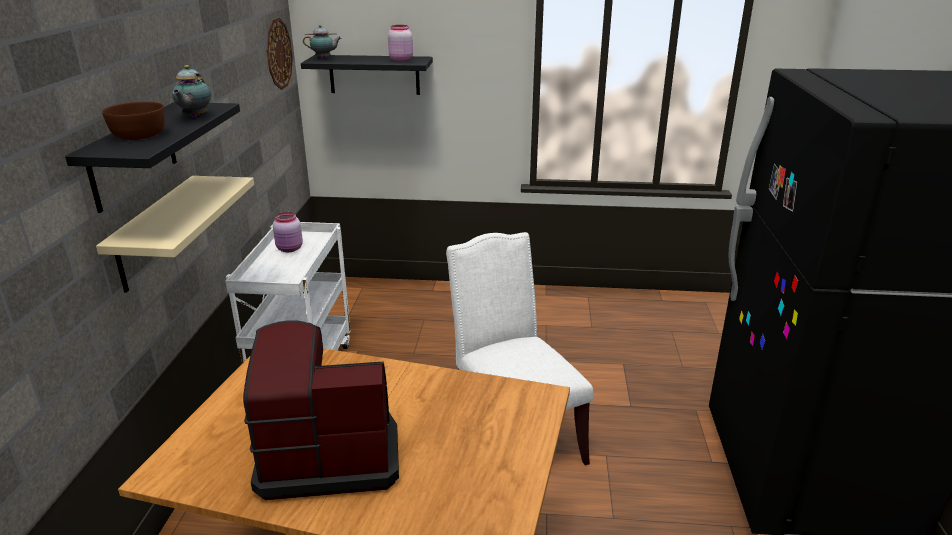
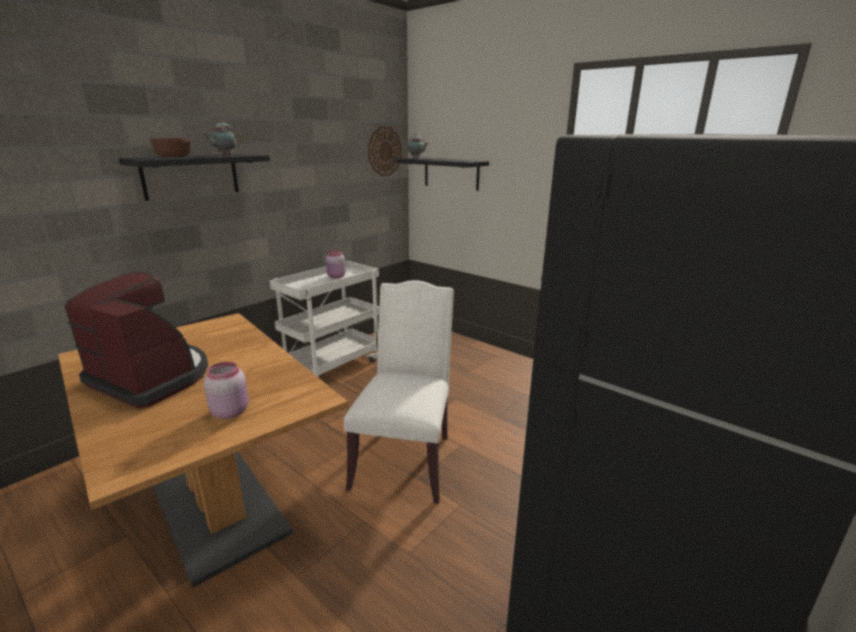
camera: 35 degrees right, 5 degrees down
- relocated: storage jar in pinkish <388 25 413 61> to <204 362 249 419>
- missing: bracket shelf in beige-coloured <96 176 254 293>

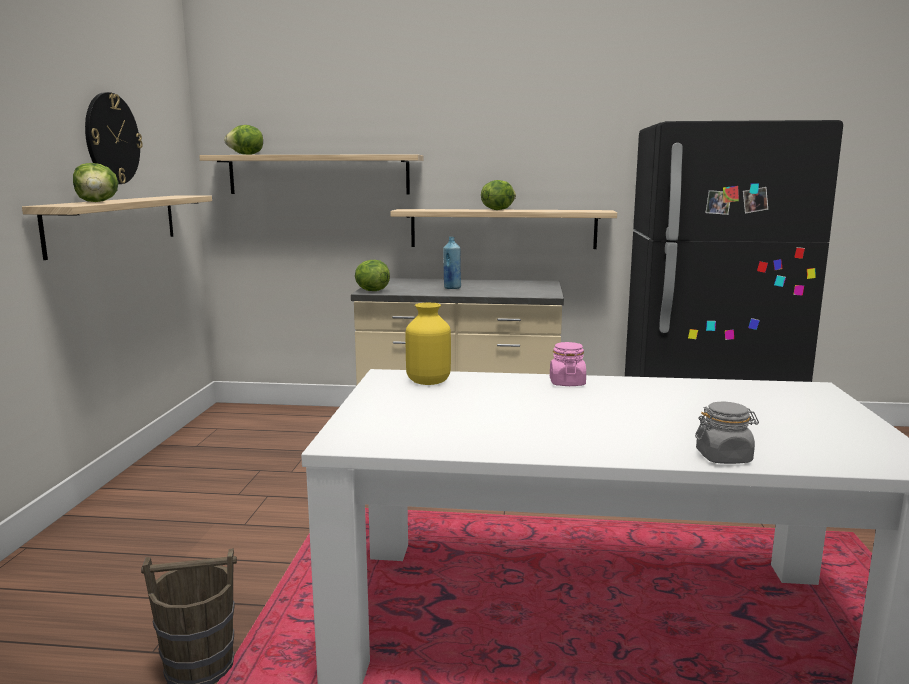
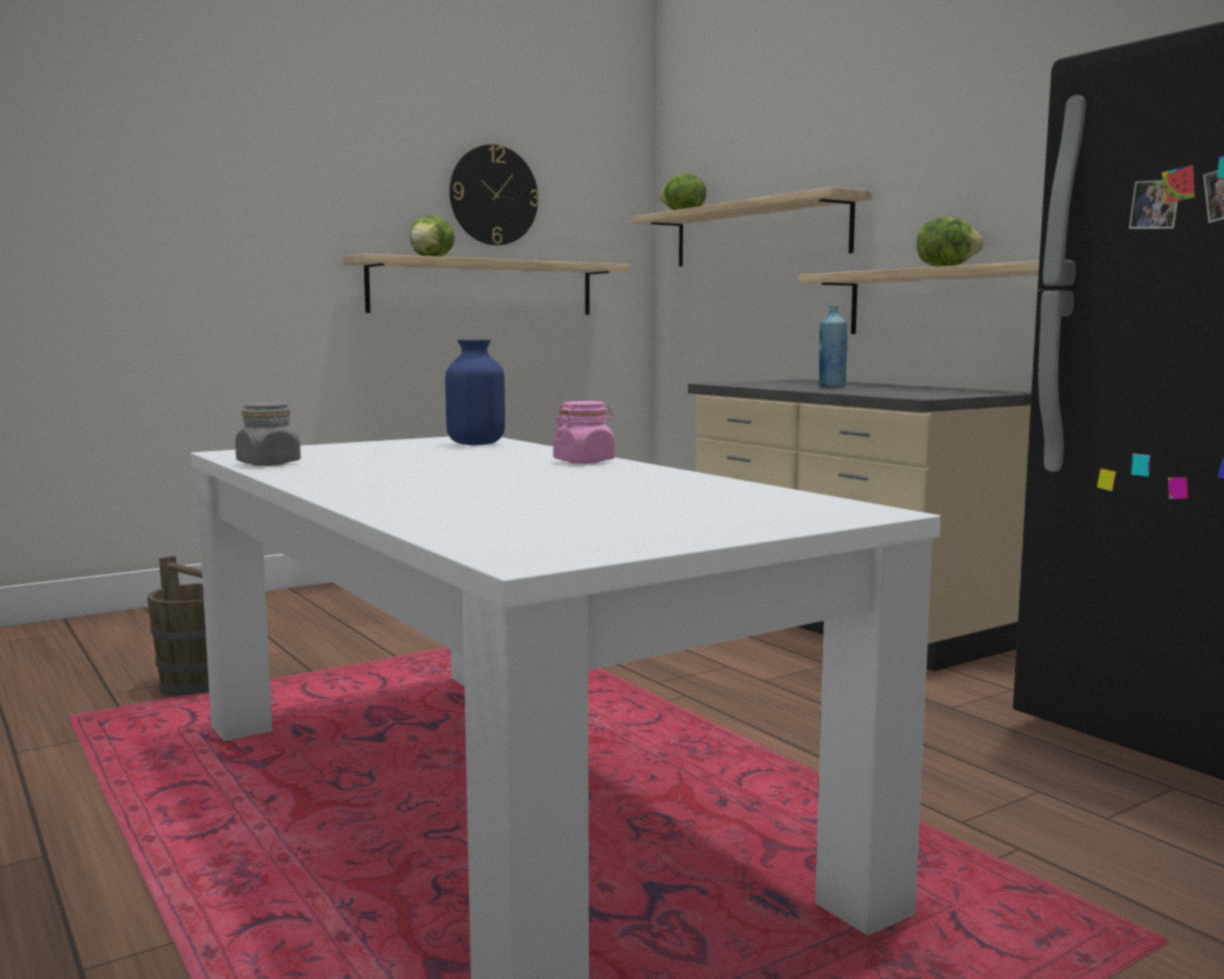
camera: 50 degrees right, 5 degrees down
- relocated: storage jar in gray <695 402 759 464> to <235 402 301 466>
- colour: vase in yellow <406 303 451 385> to vase in bluish <445 340 505 445>
- missing: head of lettuce <355 260 390 291>

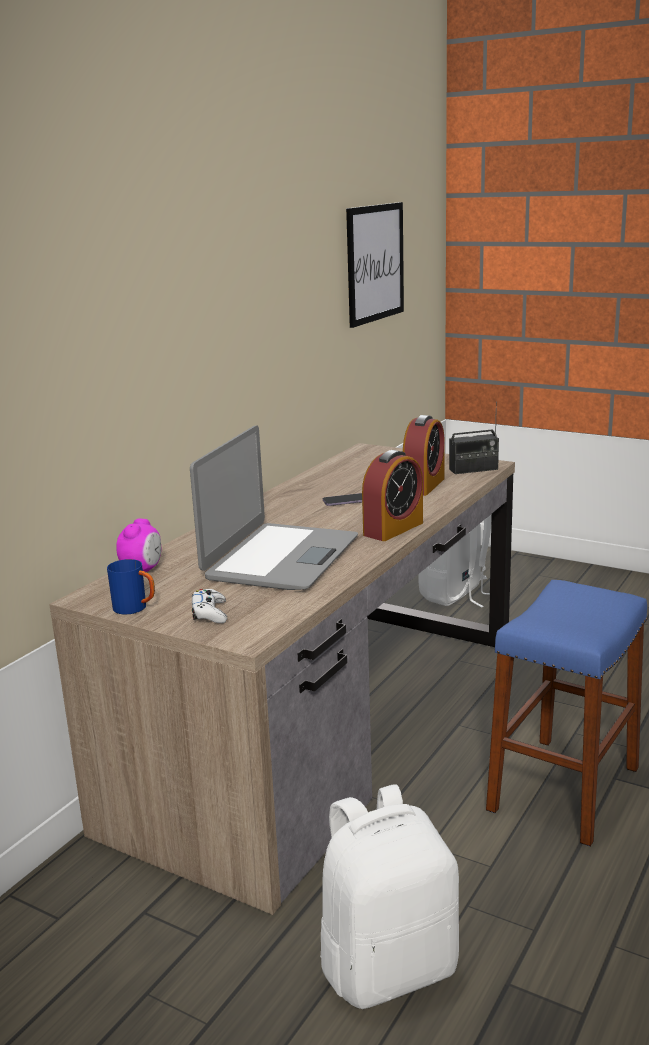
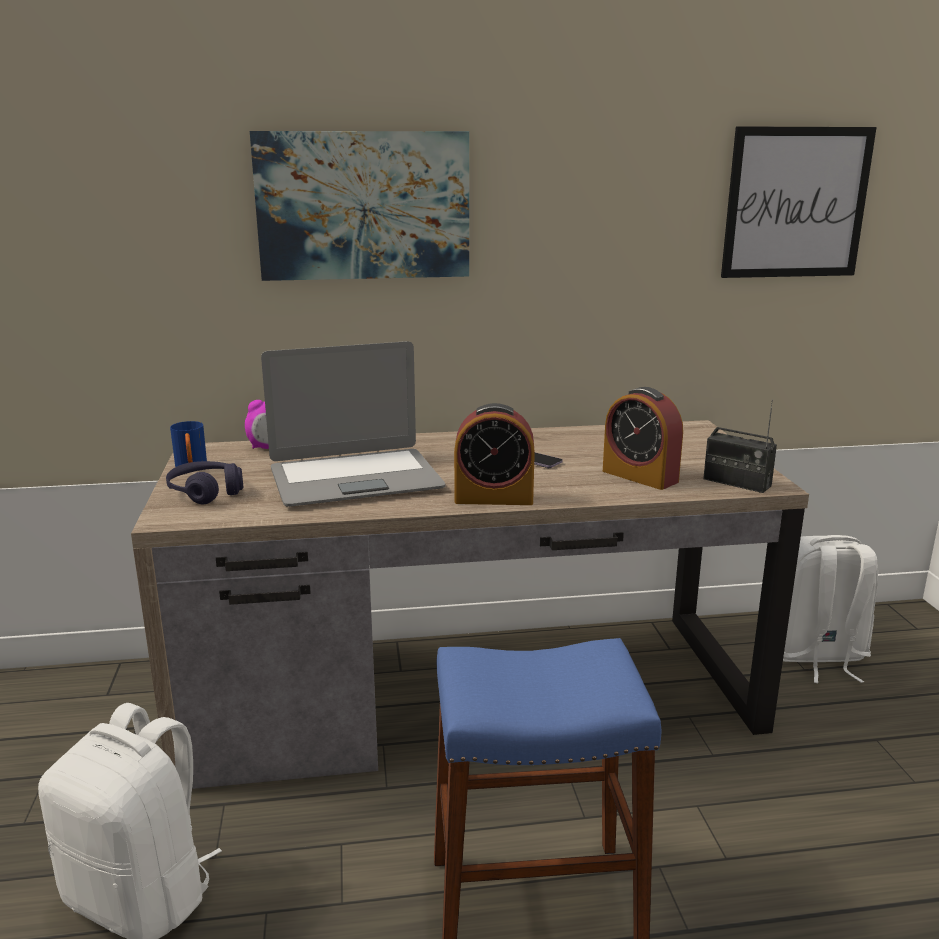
camera: 50 degrees right, 0 degrees up
- exchanged: gamepad in whitish <192 589 227 623> to headphones in purple-coloured <166 461 243 504>
- appeared: picture <250 131 469 281>
- spun: alarm clock <403 415 445 496> = <603 387 683 490> 60 degrees clockwise

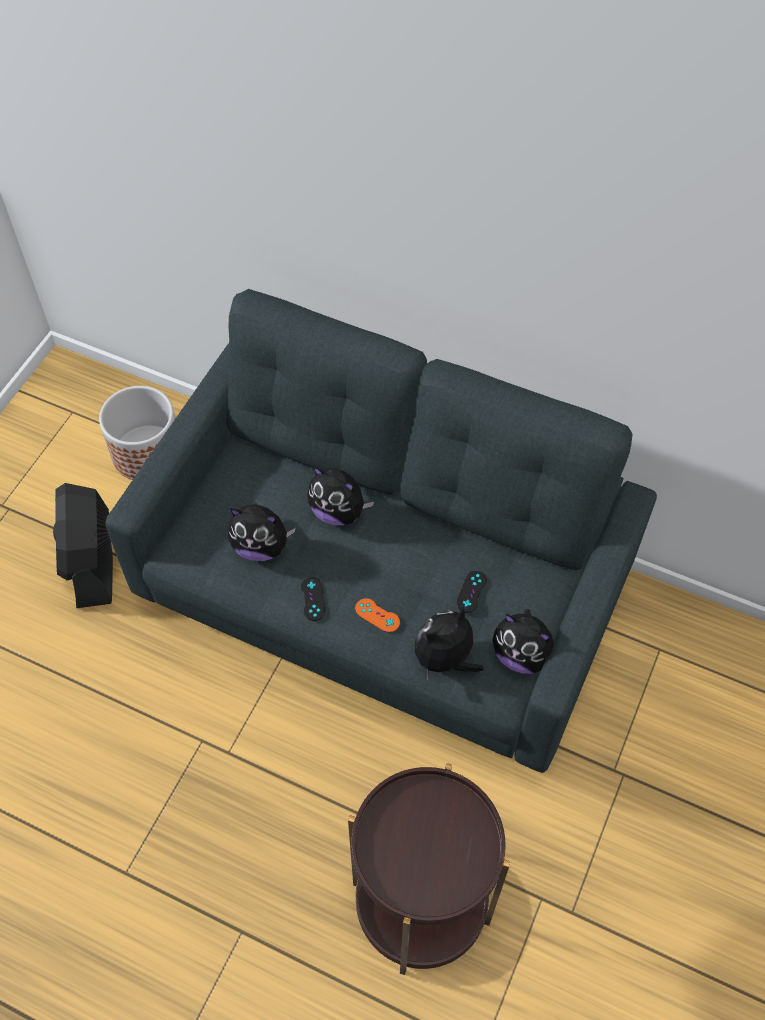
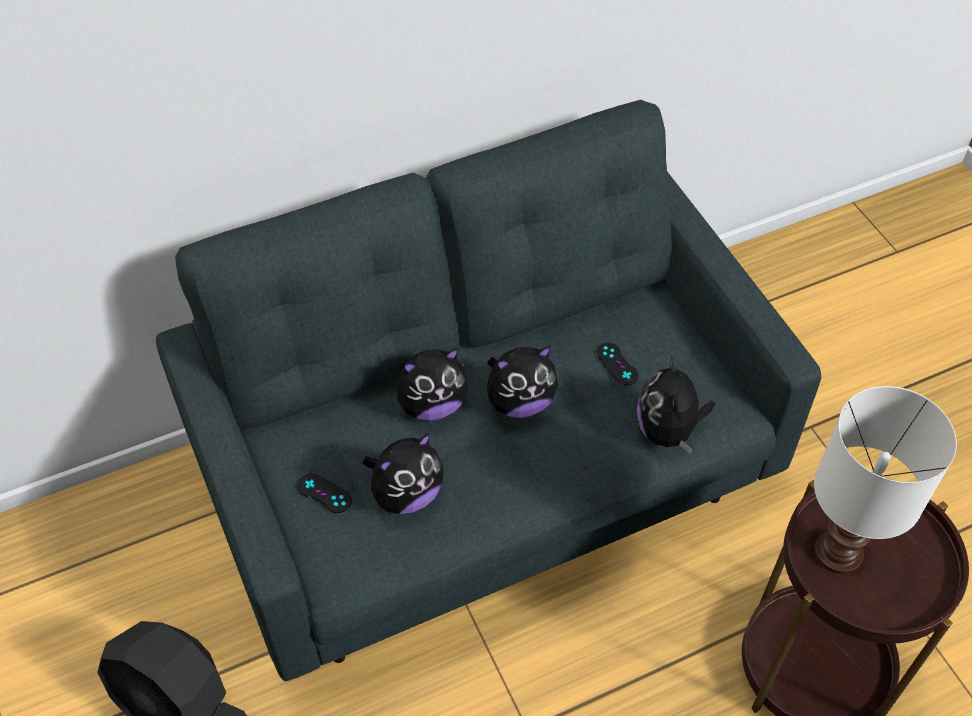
camera: 50 degrees left, 5 degrees down
- relocated: gamepad in black <301 577 325 621> to <297 473 352 513>
- relocated: plush toy <492 609 554 674> to <487 346 558 418>
- appeared: lamp for a table in whitish <814 386 957 574>
- missing: plant pot <99 386 175 480>
- missing: gamepad in orangey <355 598 400 632>

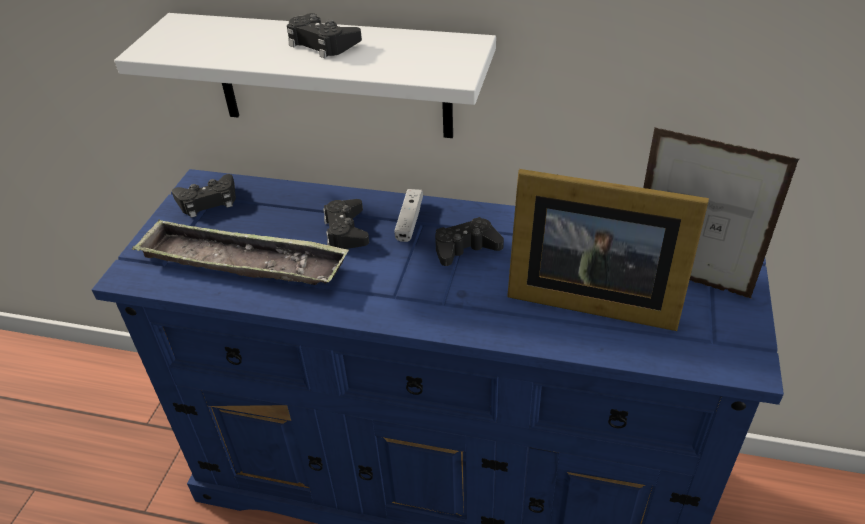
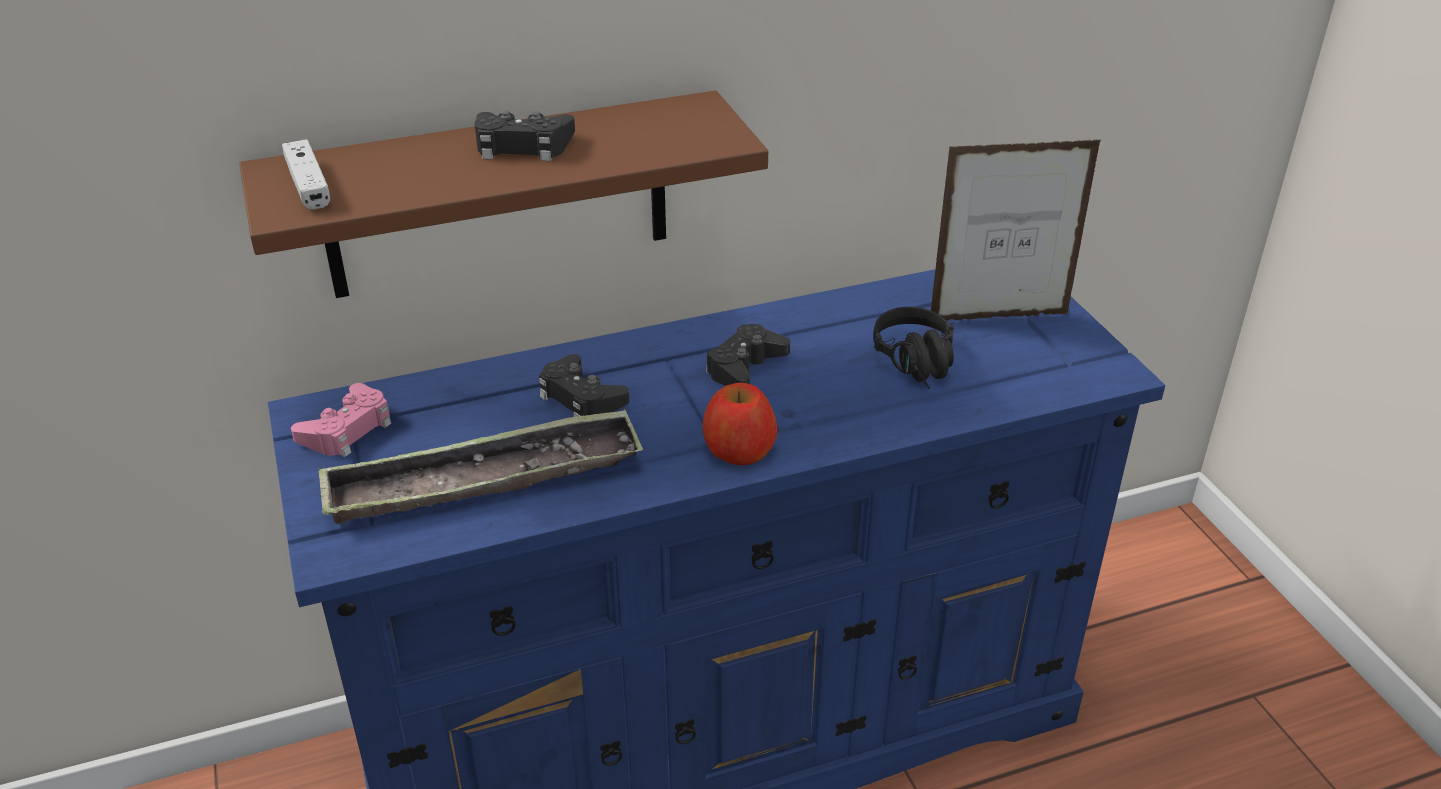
camera: 35 degrees left, 5 degrees down
- colour: bracket shelf in whitish <114 13 496 138> to bracket shelf in brown-coloured <239 91 768 298>
- relocated: gamepad in whitish <394 189 423 242> to <282 139 330 210>
- colour: gamepad in black <172 174 236 218> to gamepad in pinkish <291 383 392 457>
- appeared: apple <702 383 778 465>
- exchanged: picture frame <507 169 709 331> to headphones in black <873 307 954 389>

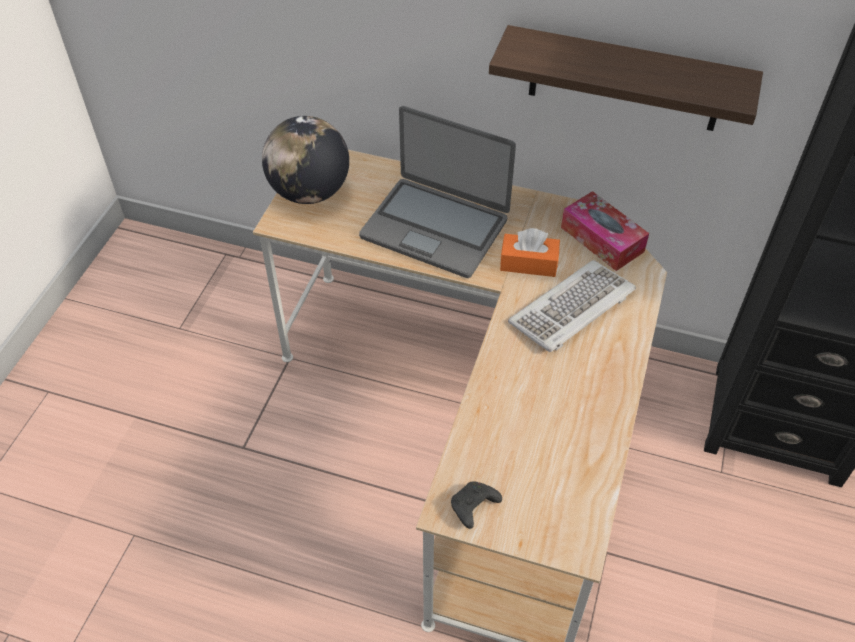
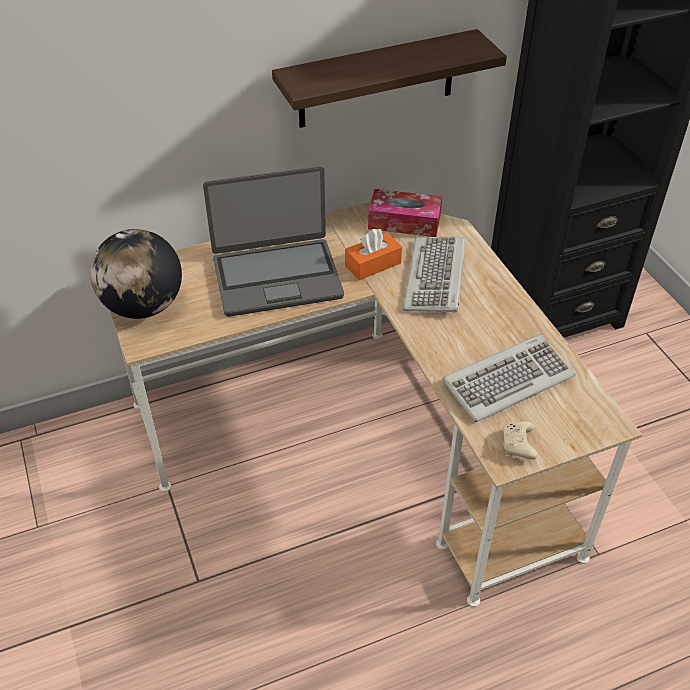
camera: 40 degrees left, 5 degrees down
- appeared: keyboard <442 334 575 422>
- colour: gamepad in black <451 481 502 529> to gamepad in beige-coloured <502 421 538 460>

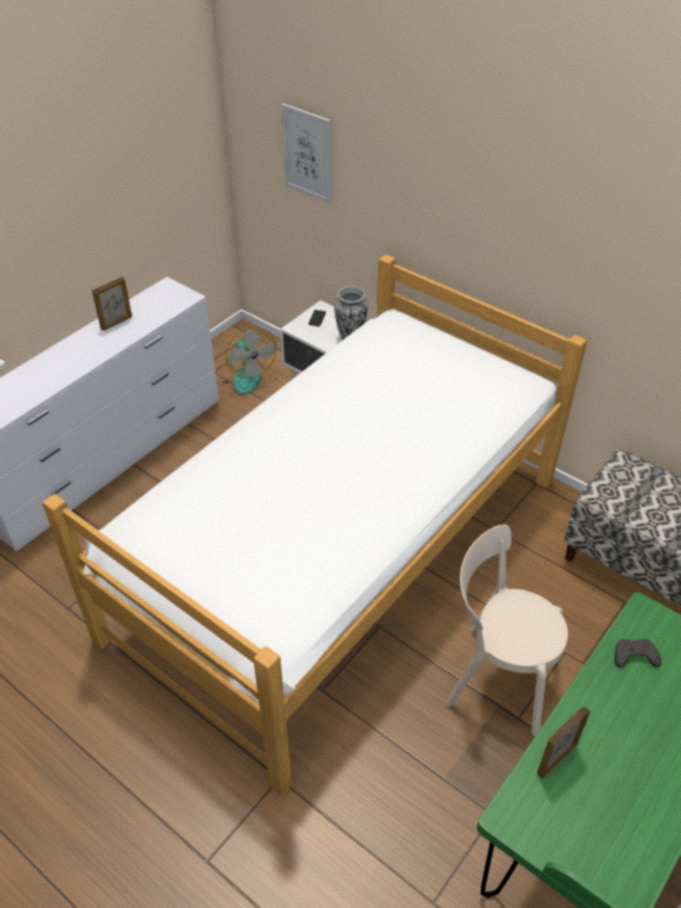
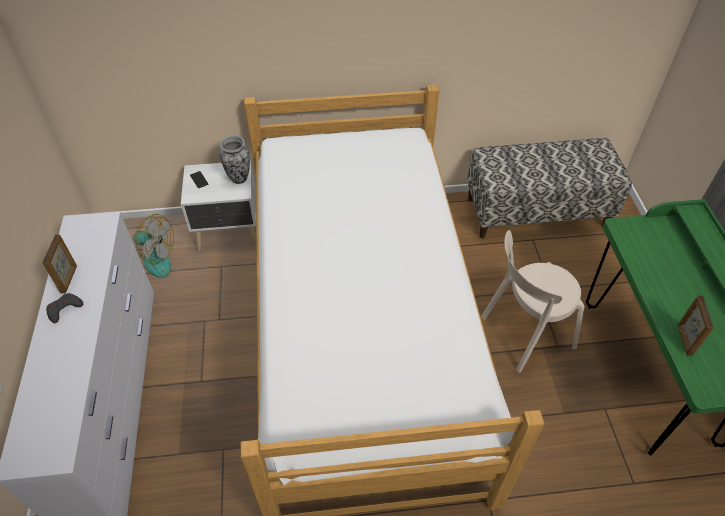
camera: 45 degrees left, 5 degrees up
- relocated: gamepad in gray <614 639 661 668> to <46 293 83 323>
- missing: picture <281 103 331 204>

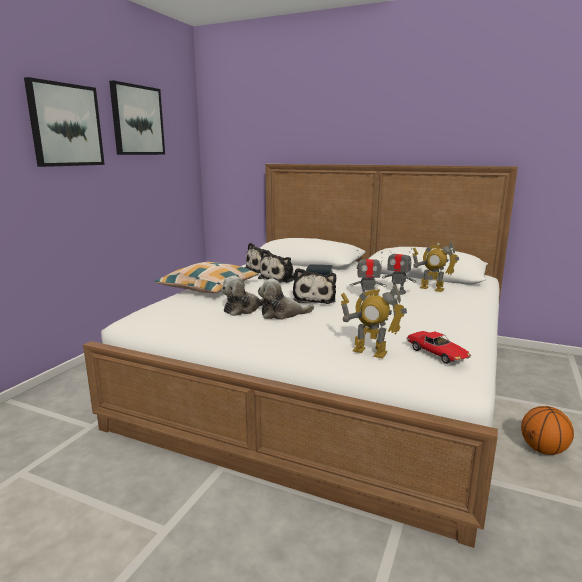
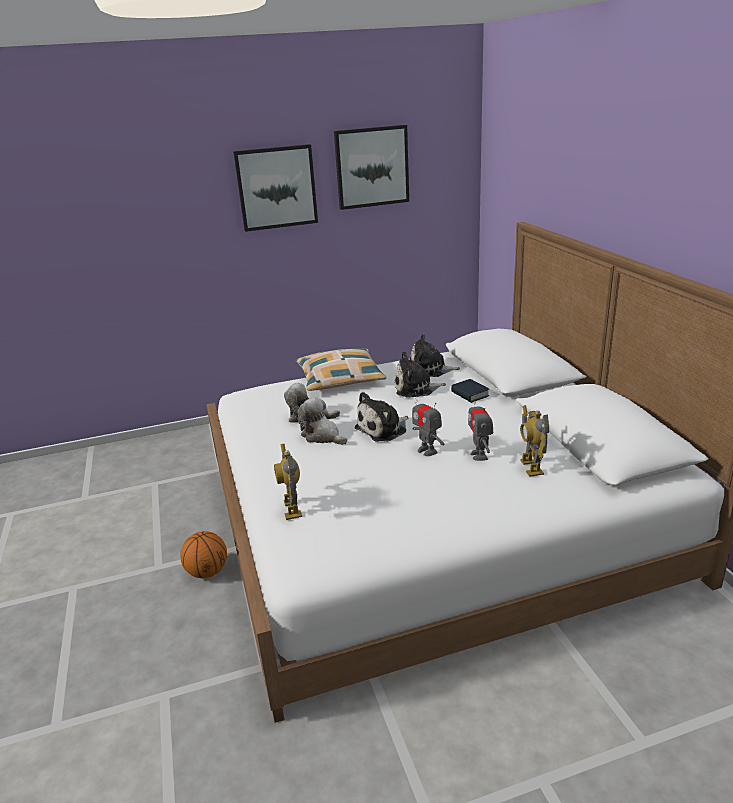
camera: 50 degrees right, 10 degrees up
- relocated: ball for basketball <521 406 574 455> to <180 531 227 578>
- missing: toy car <407 331 471 364>

